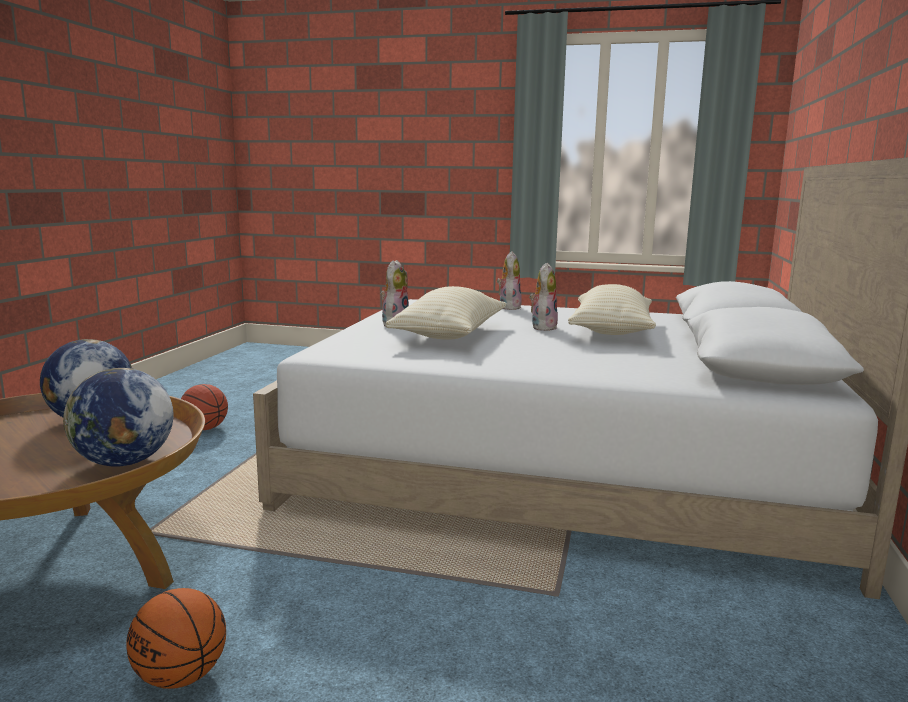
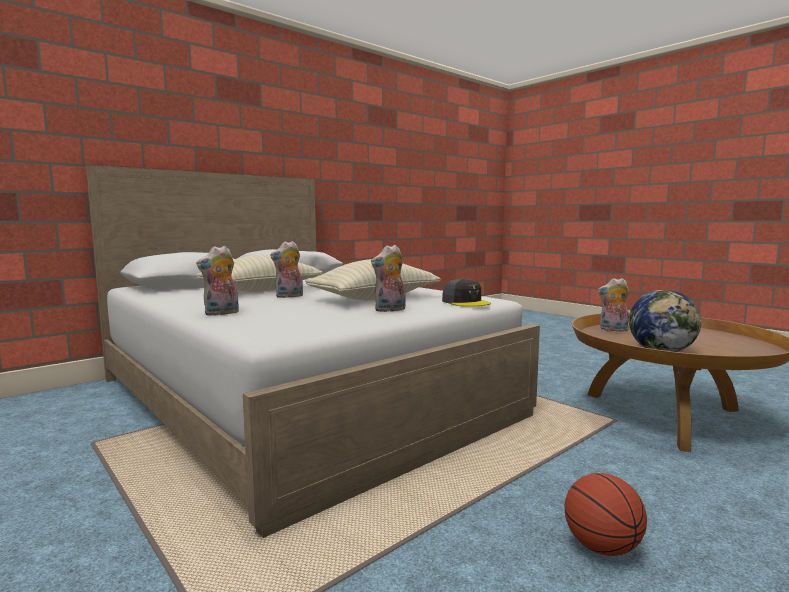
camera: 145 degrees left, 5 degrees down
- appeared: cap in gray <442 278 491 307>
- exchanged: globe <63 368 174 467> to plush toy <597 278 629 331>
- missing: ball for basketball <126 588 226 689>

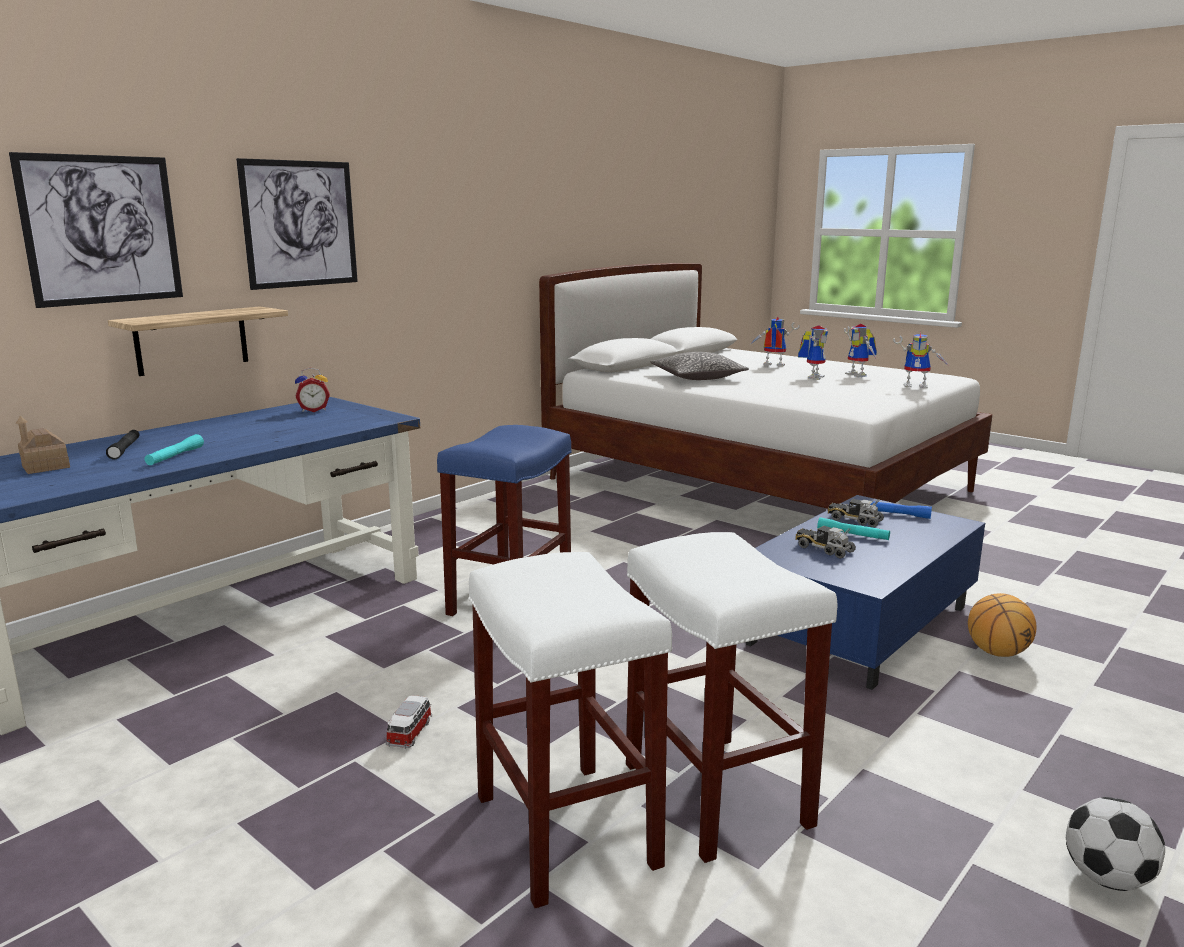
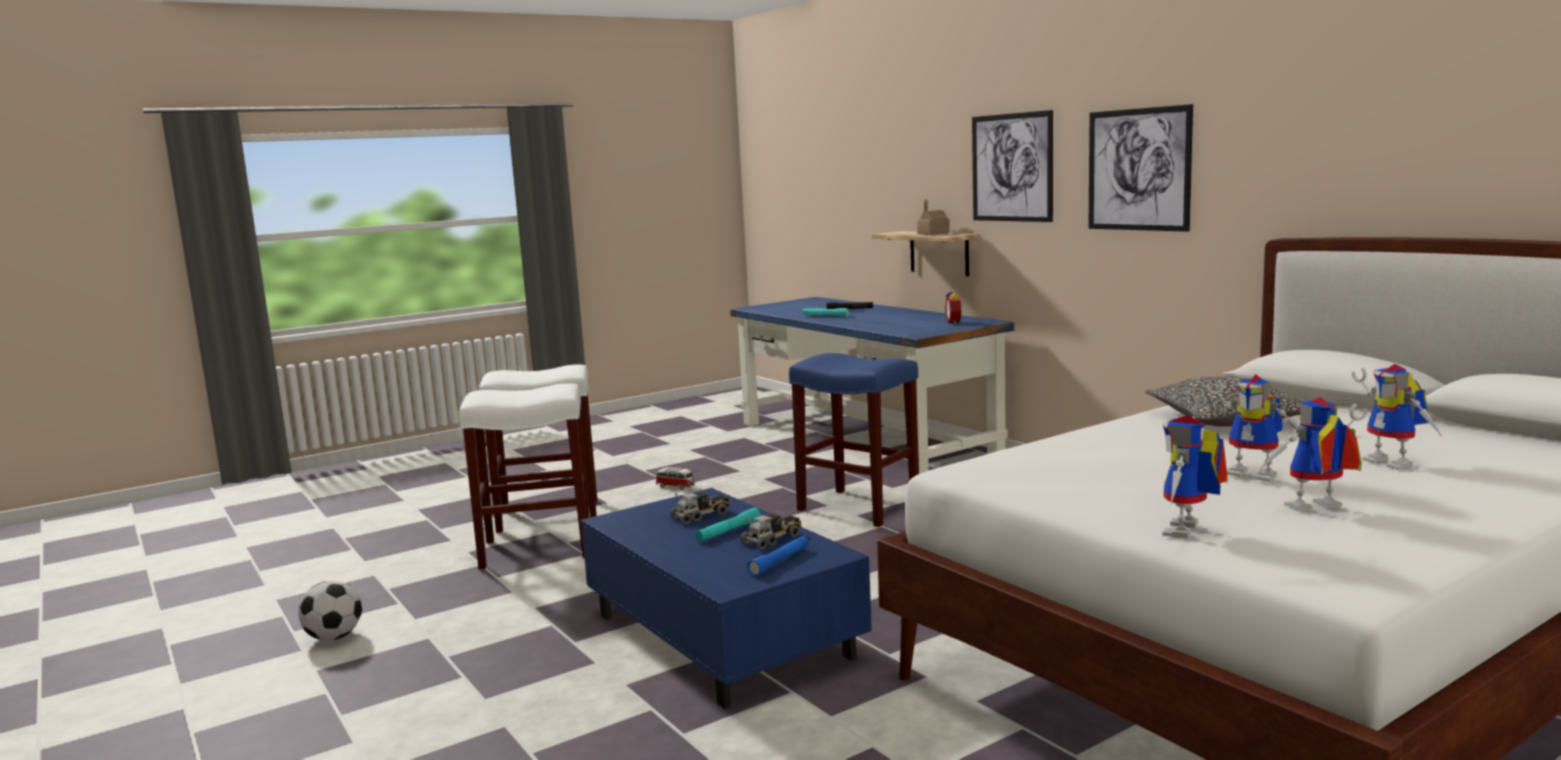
camera: 105 degrees right, 5 degrees down
- relocated: toy house <16 416 70 474> to <917 199 950 235>
- relocated: picture <9 152 183 308> to <1089 104 1193 232>
- spun: toy robot <751 317 800 366> = <1352 364 1442 470> 120 degrees clockwise
- missing: ball for basketball <968 593 1037 657>

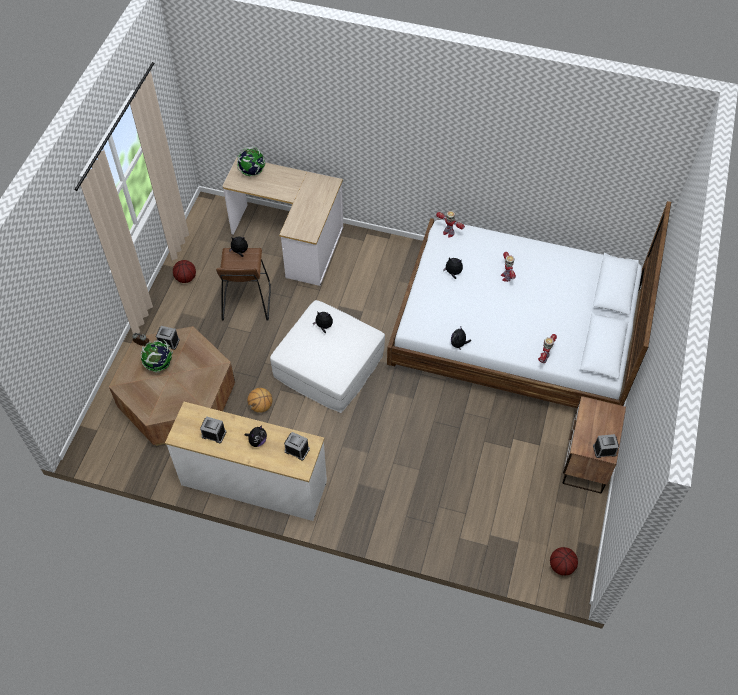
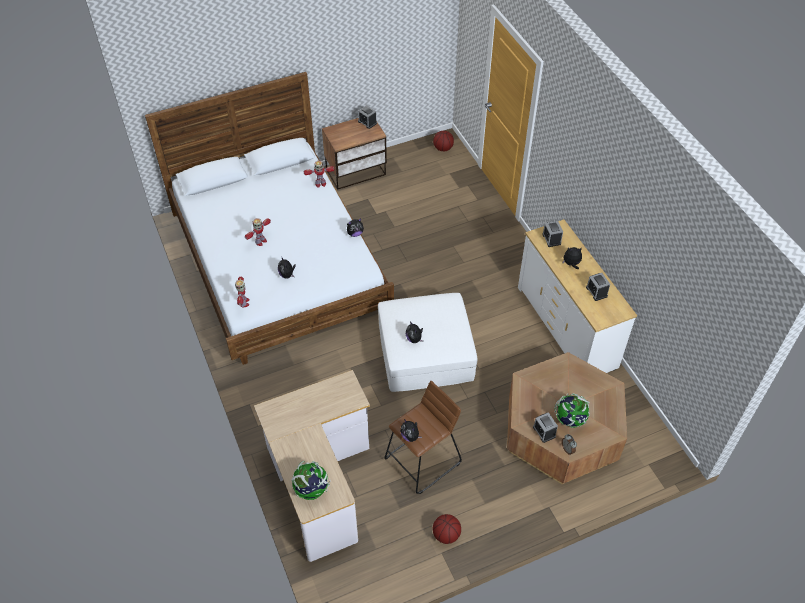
camera: 130 degrees left, 5 degrees down
- missing: ball for basketball <248 388 272 413>

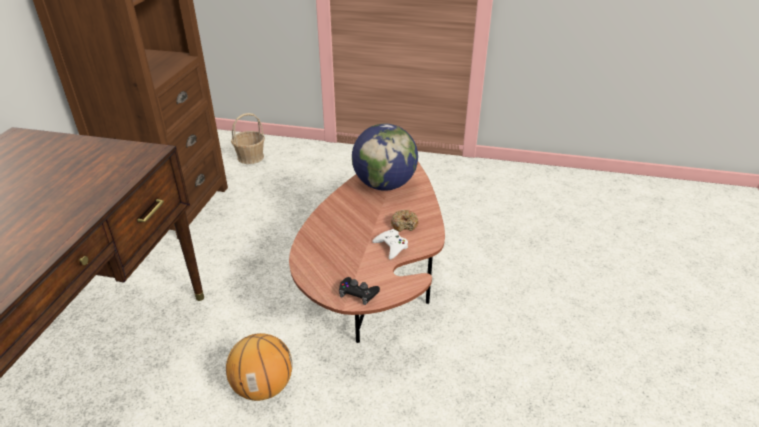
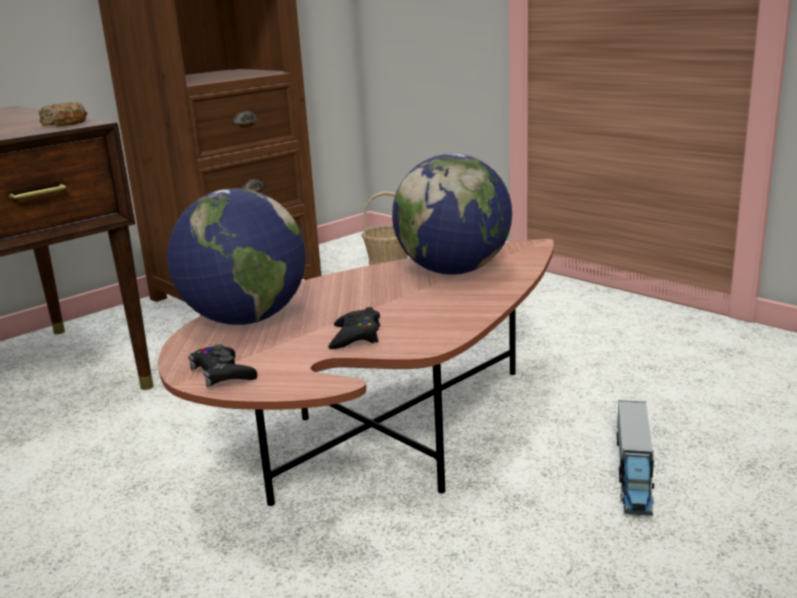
camera: 35 degrees right, 15 degrees down
- relocated: donut <391 210 419 232> to <39 102 88 126>
- appeared: globe <167 188 306 325>
- colour: gamepad in whitish <372 229 408 259> to gamepad in black <328 307 380 349>
- appeared: model truck <617 400 654 516>
- missing: ball for basketball <226 333 293 401>

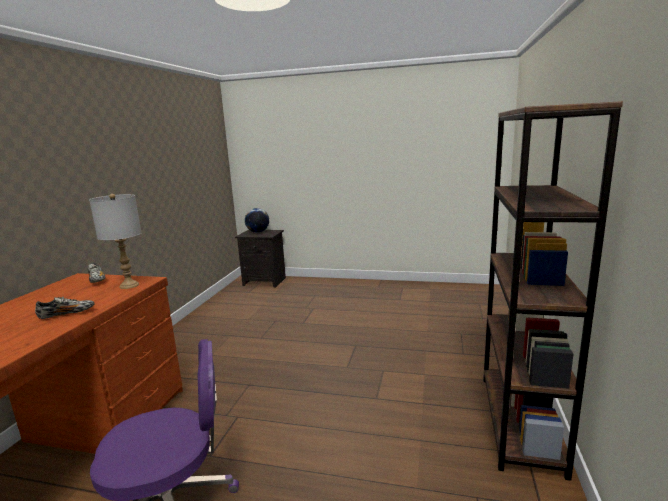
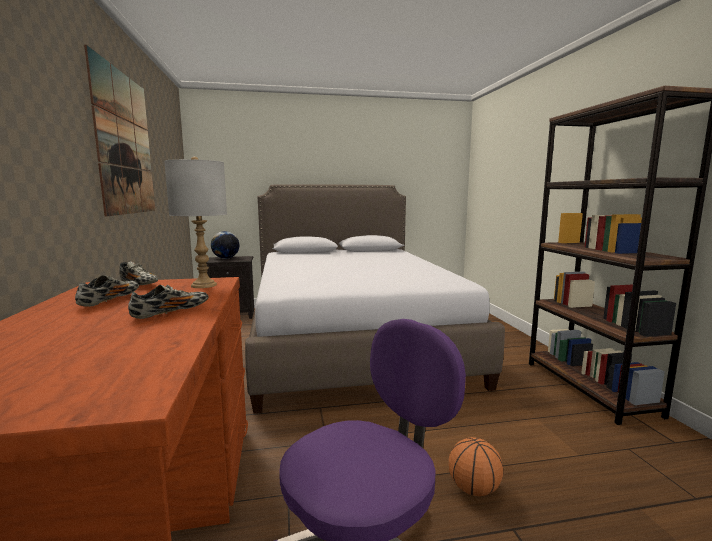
camera: 25 degrees left, 5 degrees down
- appeared: shoe <75 275 139 307>
- appeared: picture <84 45 155 217>
- appeared: sleeping bed <245 184 505 414>
- appeared: ball for basketball <449 437 503 496>

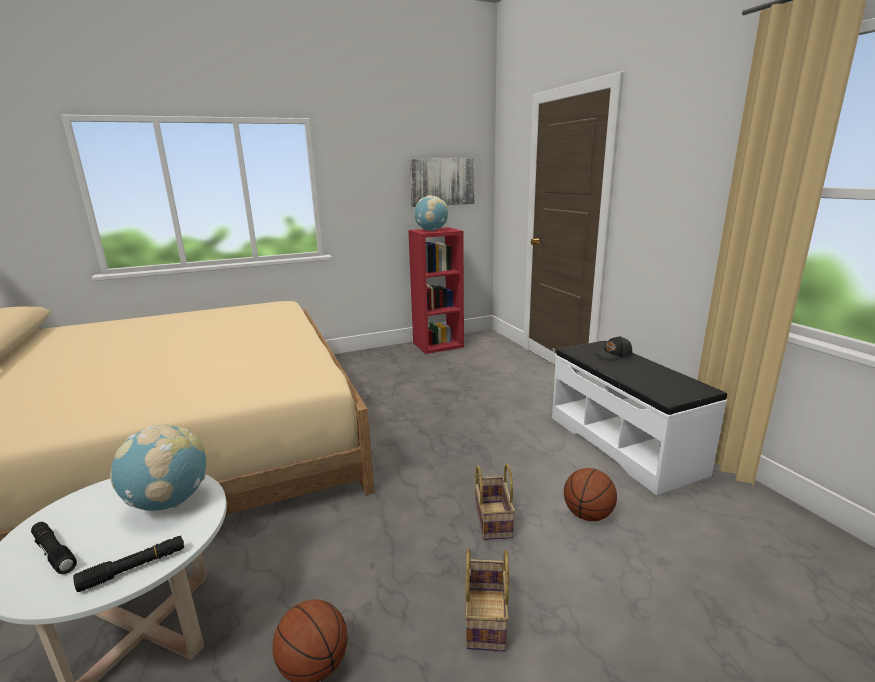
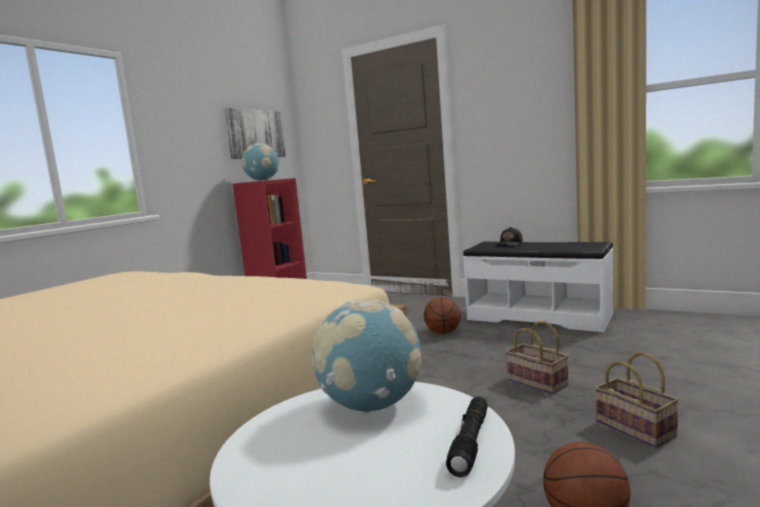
camera: 35 degrees left, 10 degrees down
- relocated: ball for basketball <564 468 617 521> to <424 297 461 334>
- missing: flashlight in black <31 522 77 574>

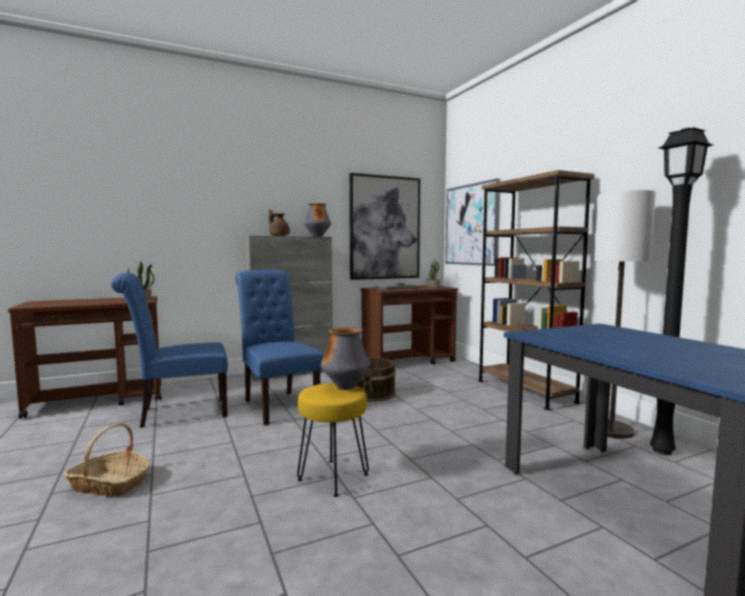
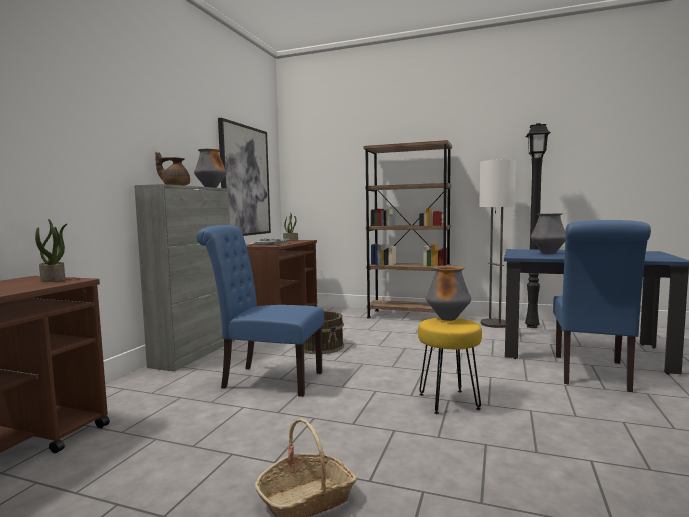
camera: 45 degrees left, 0 degrees up
- appeared: vase <530 213 565 254>
- relocated: chair in bluish <111 273 228 428> to <553 220 651 392>
- missing: picture <445 178 501 266>

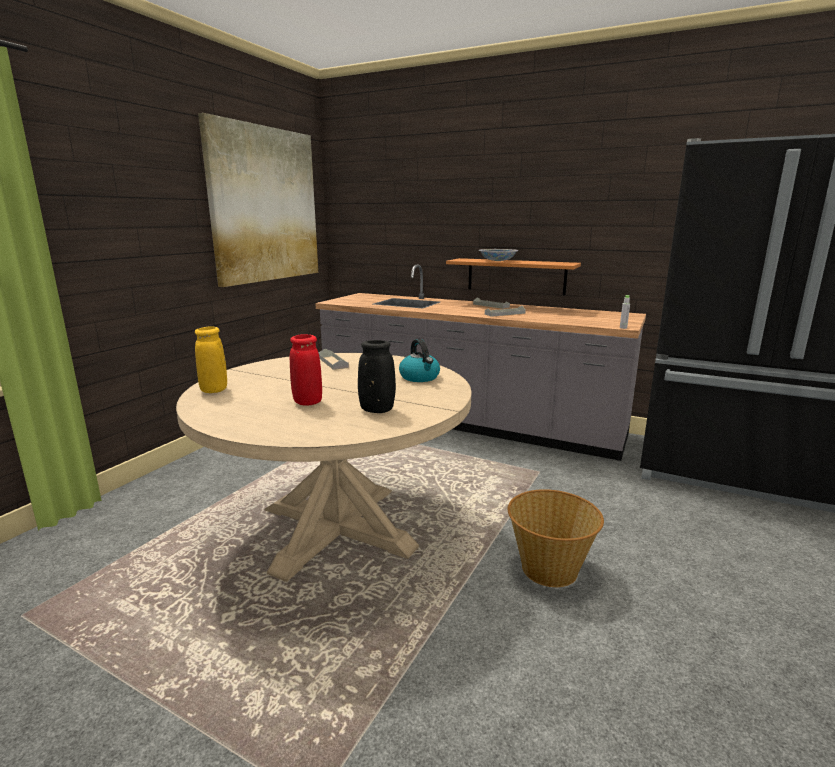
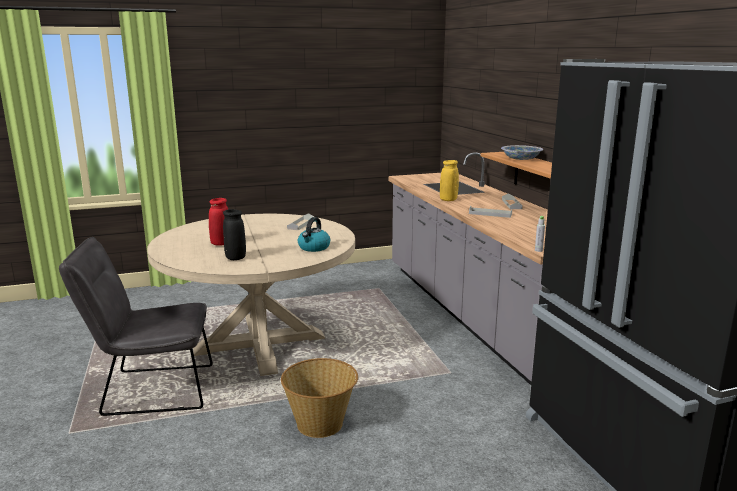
camera: 45 degrees right, 0 degrees up
- appeared: chair in gray <59 237 213 416>
- relocated: vase in yellow <195 326 227 393> to <440 160 459 201>
- missing: picture <198 113 318 287>

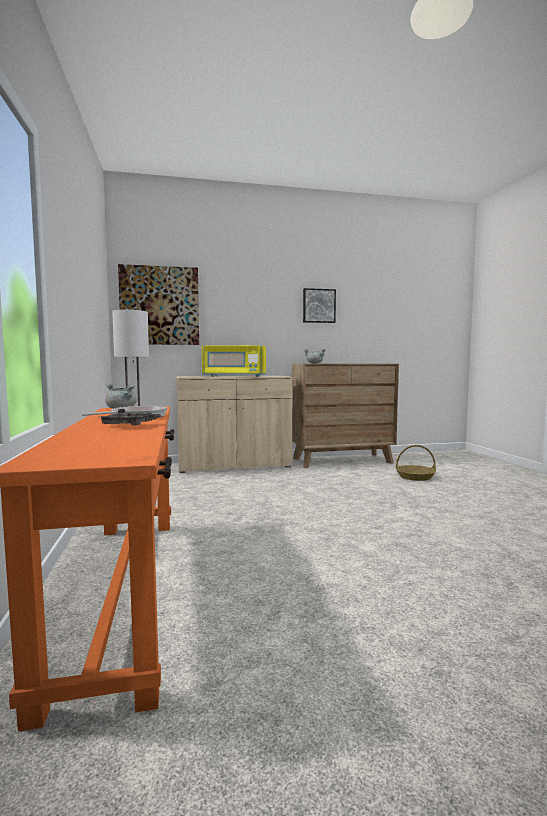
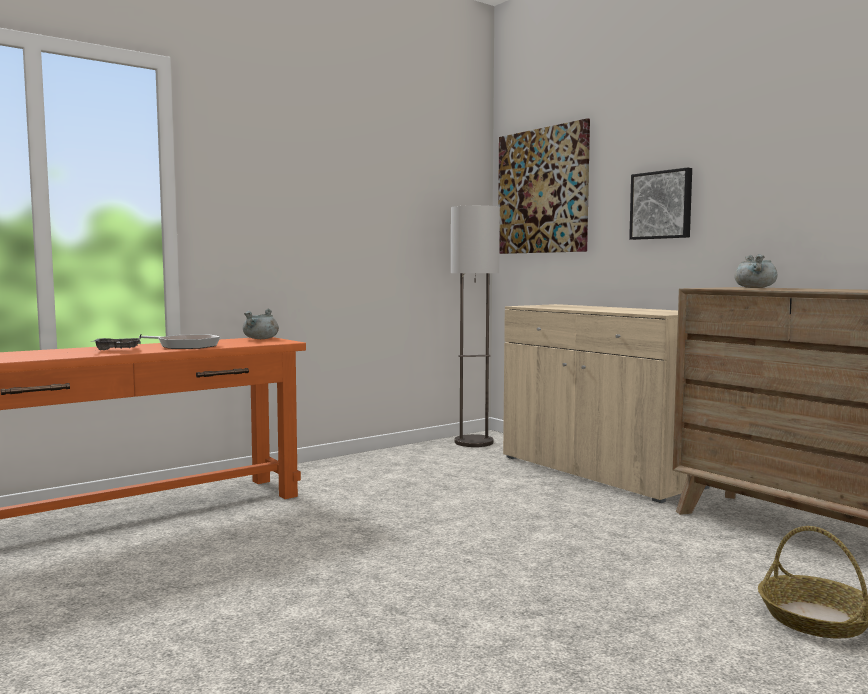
camera: 65 degrees right, 0 degrees up
- relocated: picture <303 288 336 323> to <629 167 692 240>
- missing: kitchen microwave in yellow <202 345 266 377>

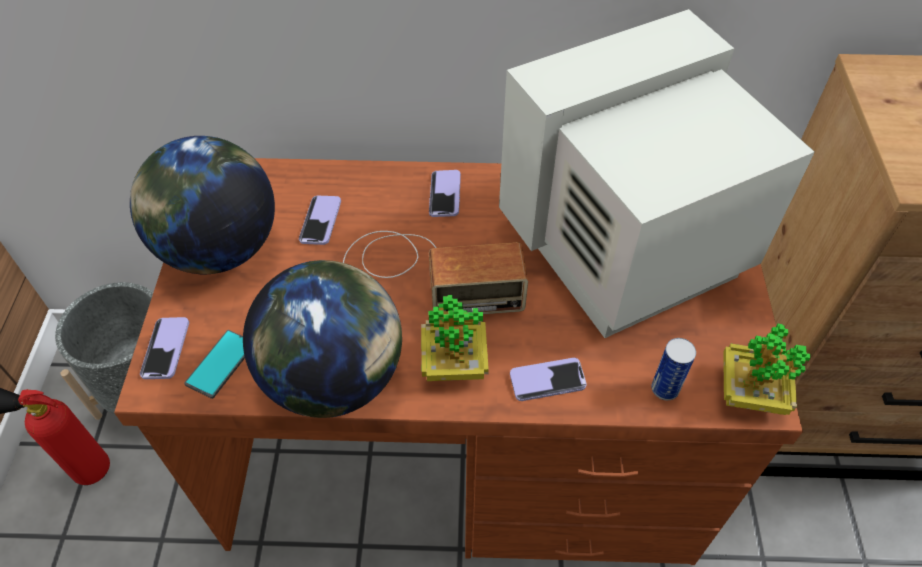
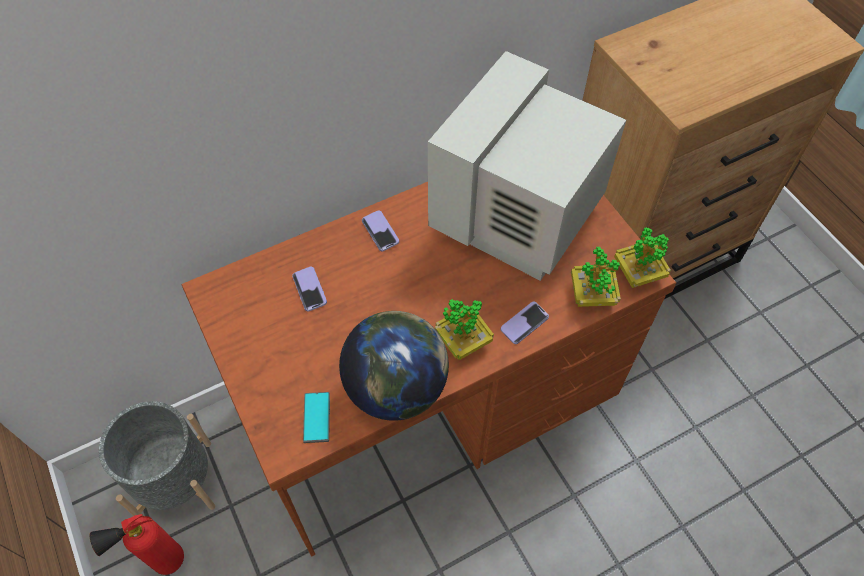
camera: 30 degrees left, 5 degrees up
- exchanged: sealed can <651 338 696 400> to potted plant <571 247 621 307>
- missing: globe <130 136 275 274>
- missing: handset <140 317 189 379>
- missing: radio <343 231 528 314>

